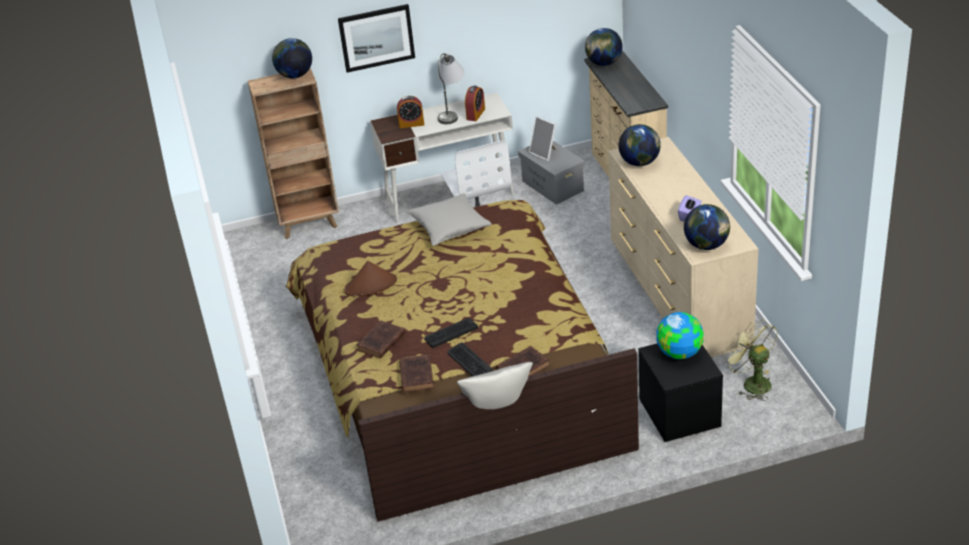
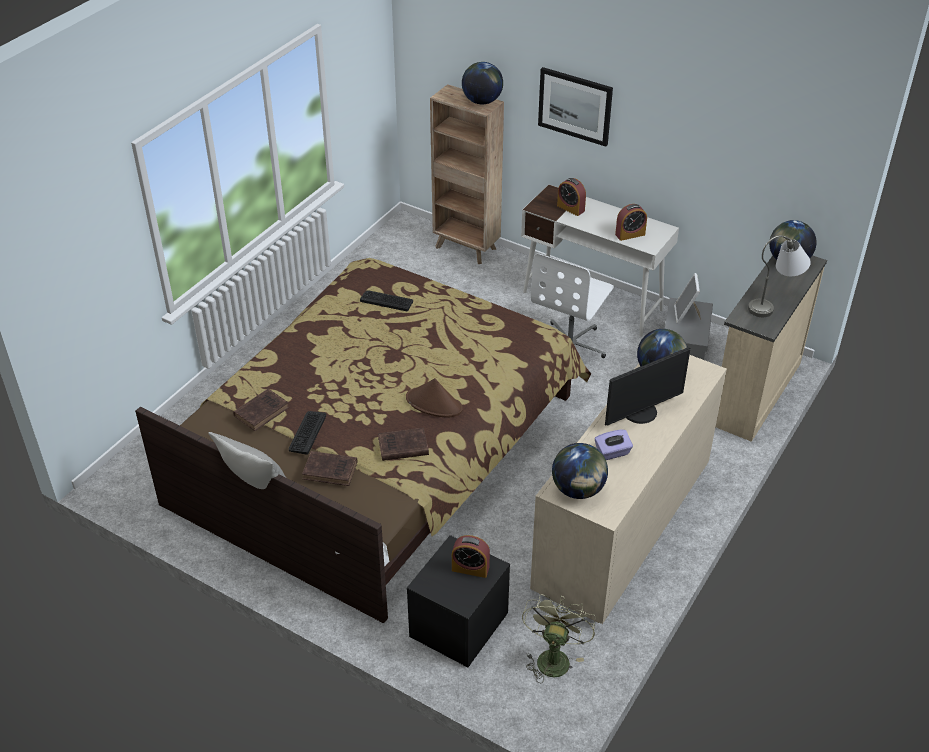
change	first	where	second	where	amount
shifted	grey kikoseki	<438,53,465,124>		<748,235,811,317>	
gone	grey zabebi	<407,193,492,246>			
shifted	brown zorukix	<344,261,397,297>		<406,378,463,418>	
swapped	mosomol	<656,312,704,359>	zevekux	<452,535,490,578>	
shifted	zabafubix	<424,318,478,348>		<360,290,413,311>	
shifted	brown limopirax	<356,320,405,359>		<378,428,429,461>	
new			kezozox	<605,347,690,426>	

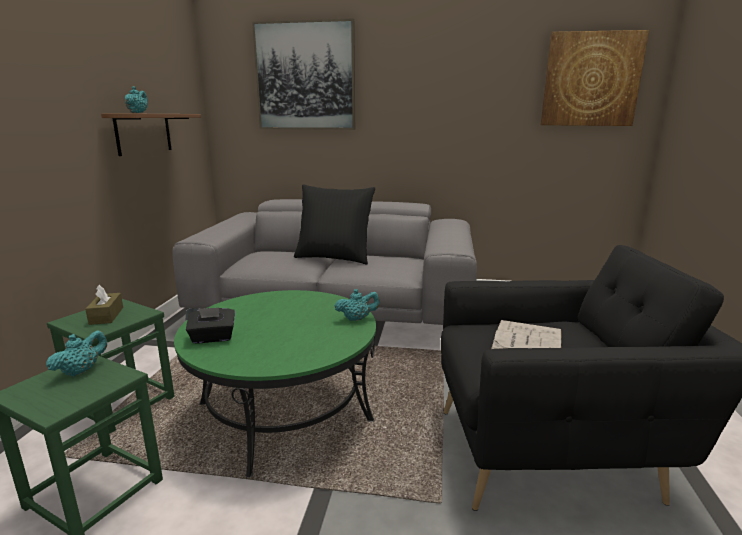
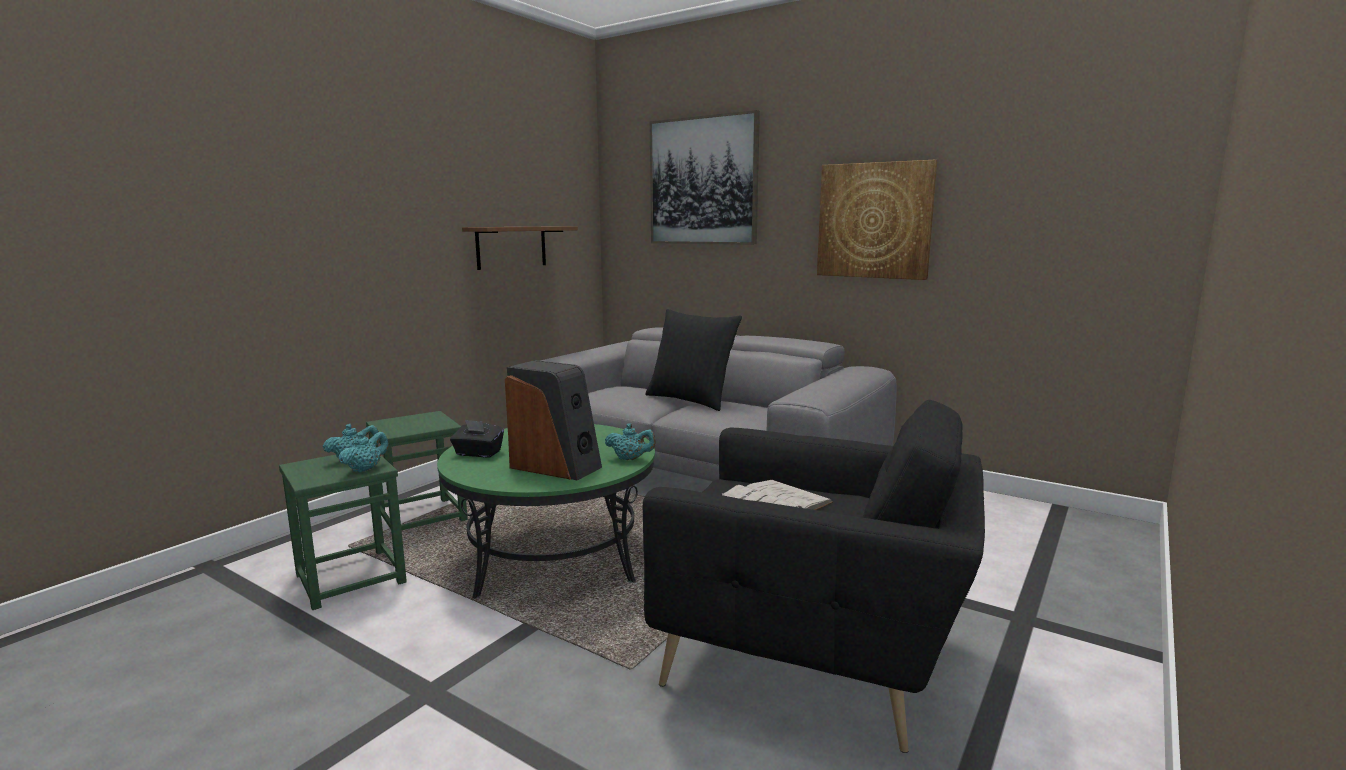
change	first	where	second	where	amount
shifted	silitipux	<541,30,649,126>		<817,160,937,280>	
shifted	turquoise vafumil	<125,86,148,113>		<339,432,389,473>	
gone	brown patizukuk	<85,285,123,325>			
new			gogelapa	<505,360,602,481>	

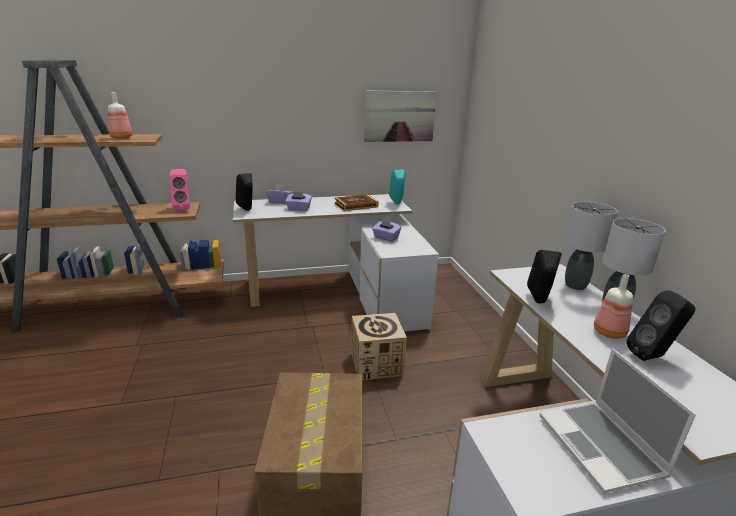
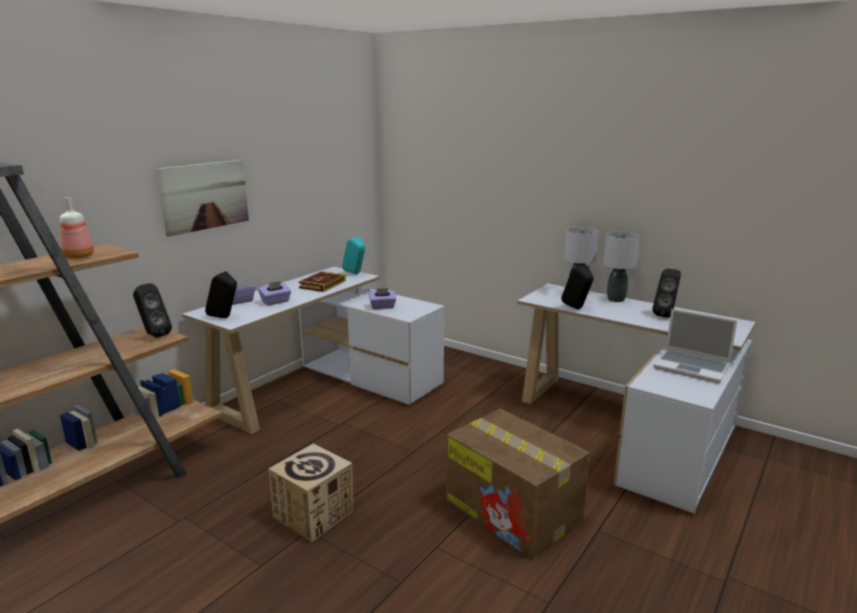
change	first	where	second	where	amount
shifted	silitipux	<364,90,437,142>		<157,160,249,237>	
repainted	pink gogelapa	<170,169,190,211>	black gogelapa	<133,283,172,338>	
gone	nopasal	<594,274,633,339>			
shifted	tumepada	<351,313,407,381>		<268,444,353,542>	

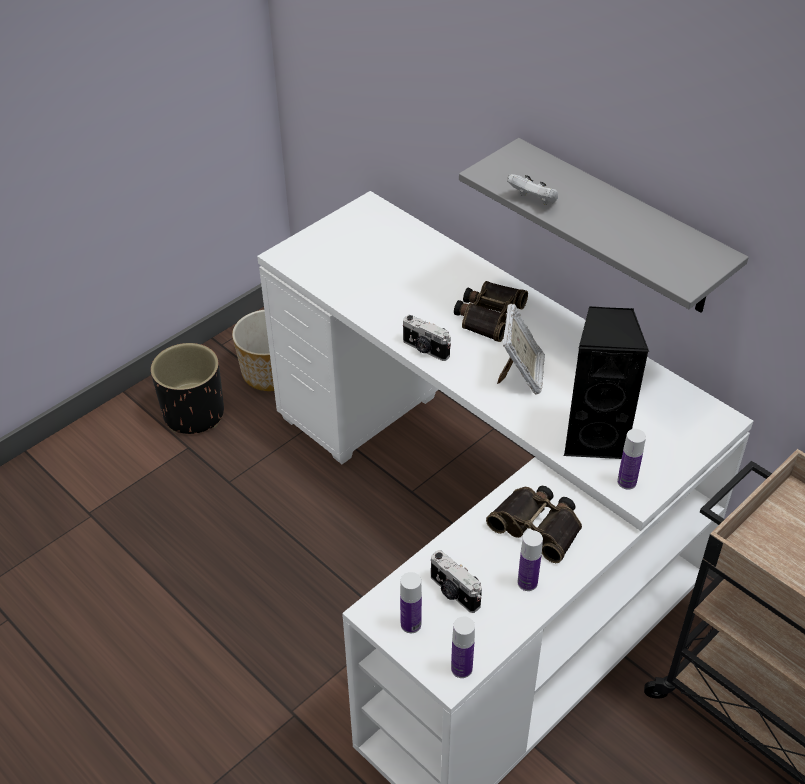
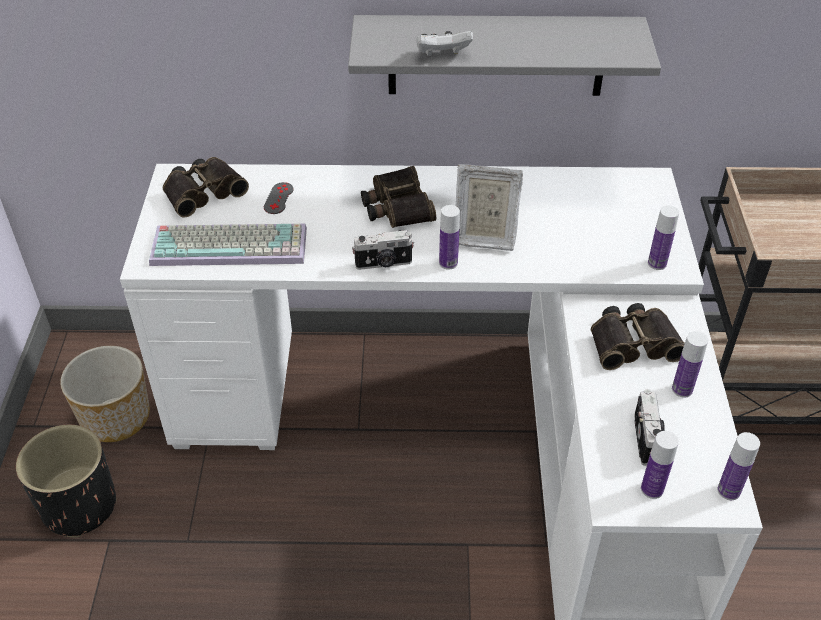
change	first	where	second	where	amount
rotated	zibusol	<497,304,545,395>		<456,164,523,251>	135 degrees clockwise
gone	black gogelapa	<564,306,649,459>			
rotated	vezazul	<431,550,482,613>		<634,389,665,466>	90 degrees counterclockwise
new			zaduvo	<163,157,249,217>	
new			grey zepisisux	<264,182,293,214>	
new			nopasal	<439,205,460,270>	
new			zabafubix	<149,224,307,266>	

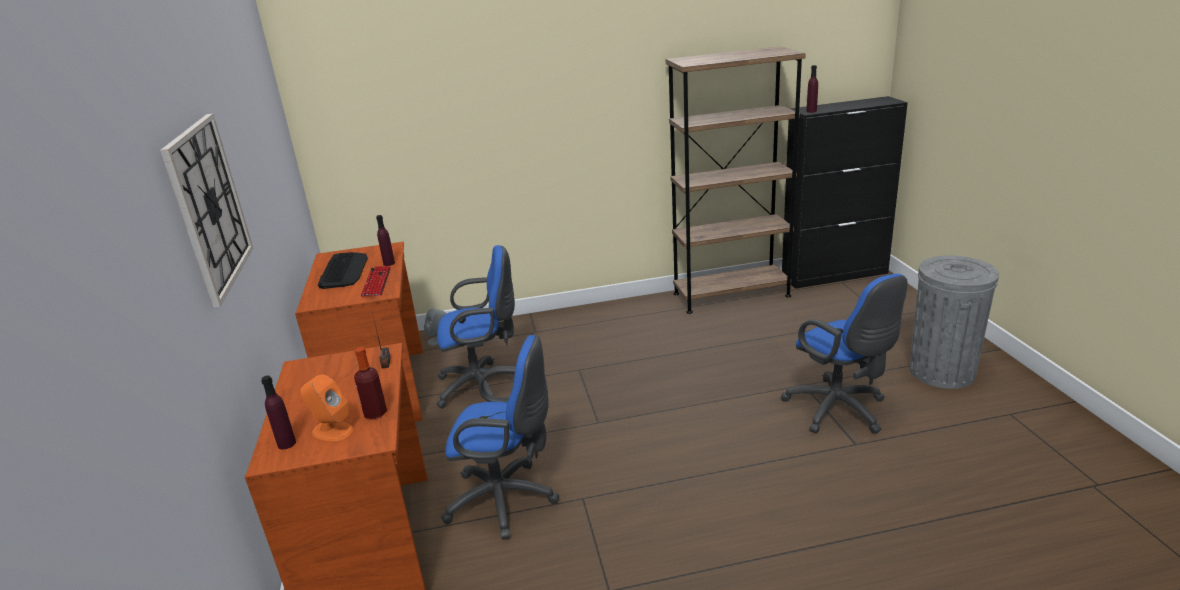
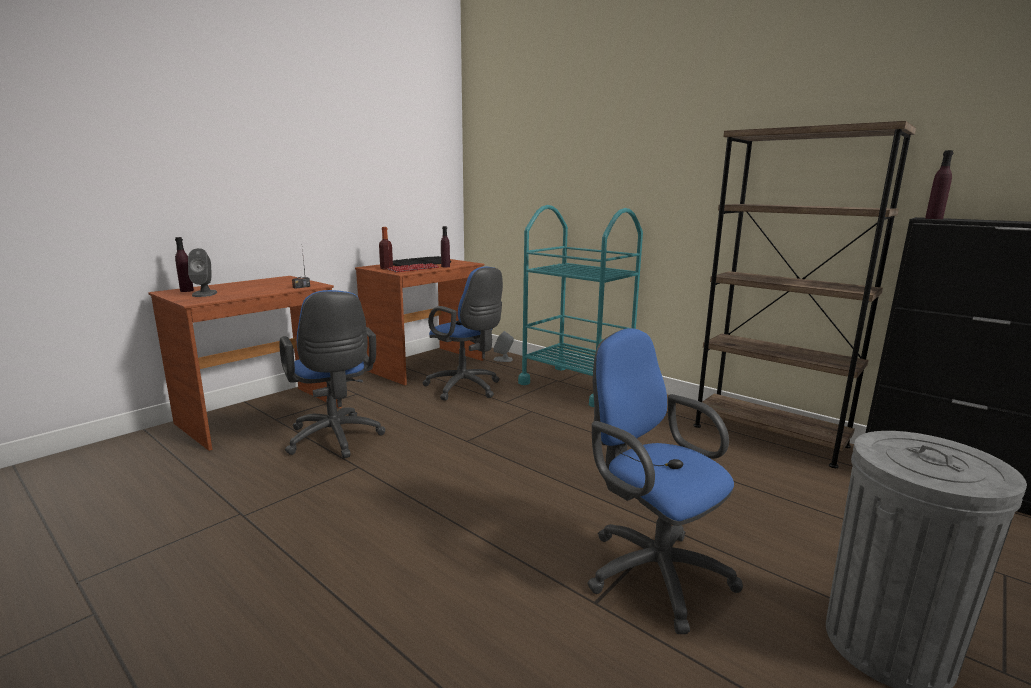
change	first	where	second	where	amount
gone	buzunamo	<160,114,253,307>			
rotated	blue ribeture	<781,274,908,434>		<587,328,743,634>	120 degrees clockwise
shifted	nopasal	<354,347,387,419>		<379,227,393,270>	
repainted	orange gogelapa	<300,375,353,441>	grey gogelapa	<188,248,217,297>	
new			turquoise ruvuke	<518,205,643,407>	

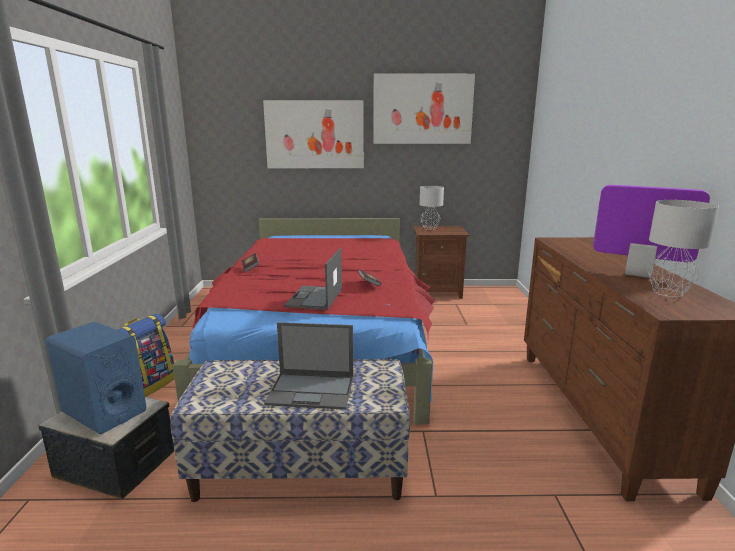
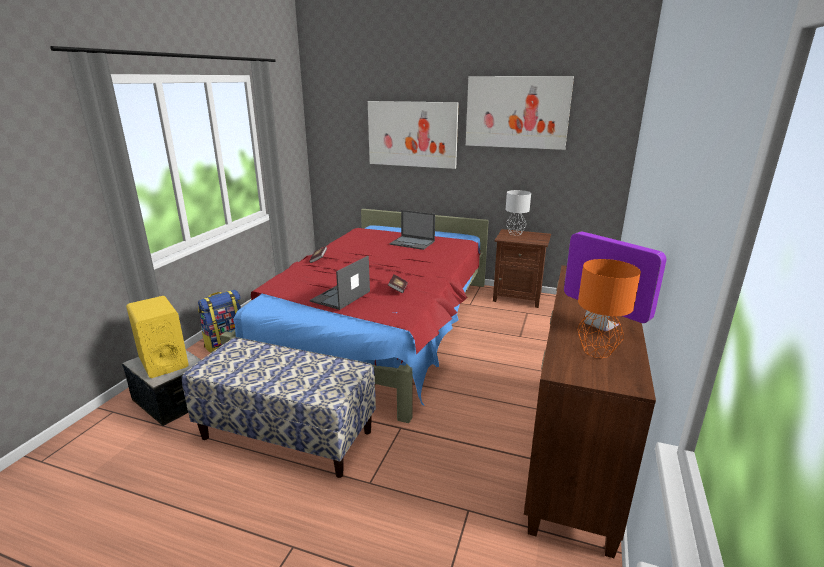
change	first	where	second	where	amount
repainted	grey kikoseki	<647,200,719,297>	orange kikoseki	<577,259,641,358>	
repainted	blue gogelapa	<46,322,146,434>	yellow gogelapa	<126,296,189,378>	
shifted	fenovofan	<264,322,353,410>		<389,210,435,250>	

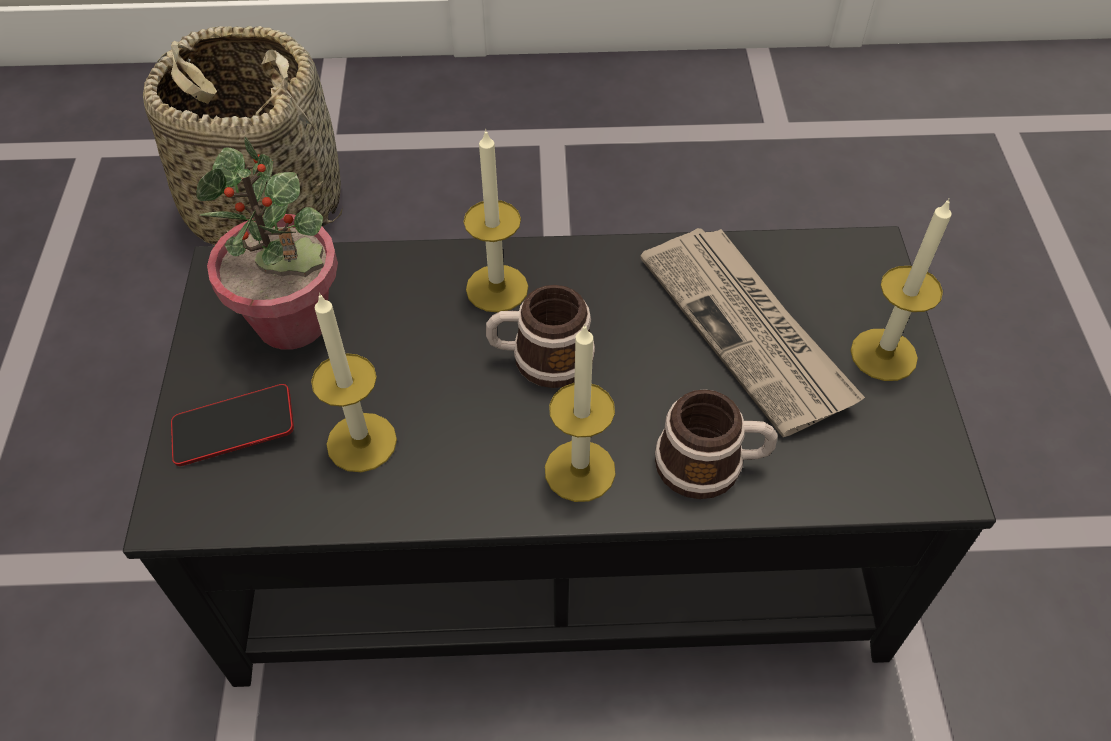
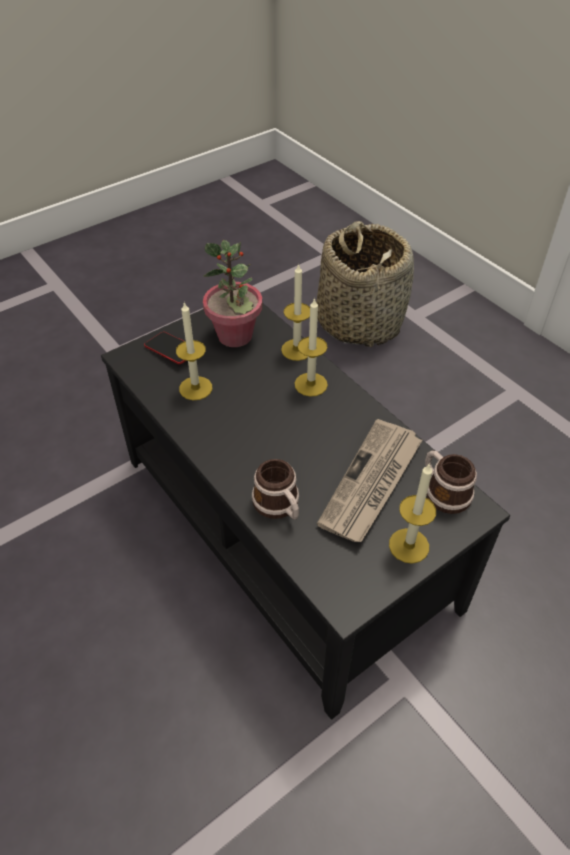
change	first	where	second	where	amount
shifted	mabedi	<486,285,595,388>		<425,450,477,514>	
shifted	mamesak	<545,324,616,502>		<281,263,310,361>	

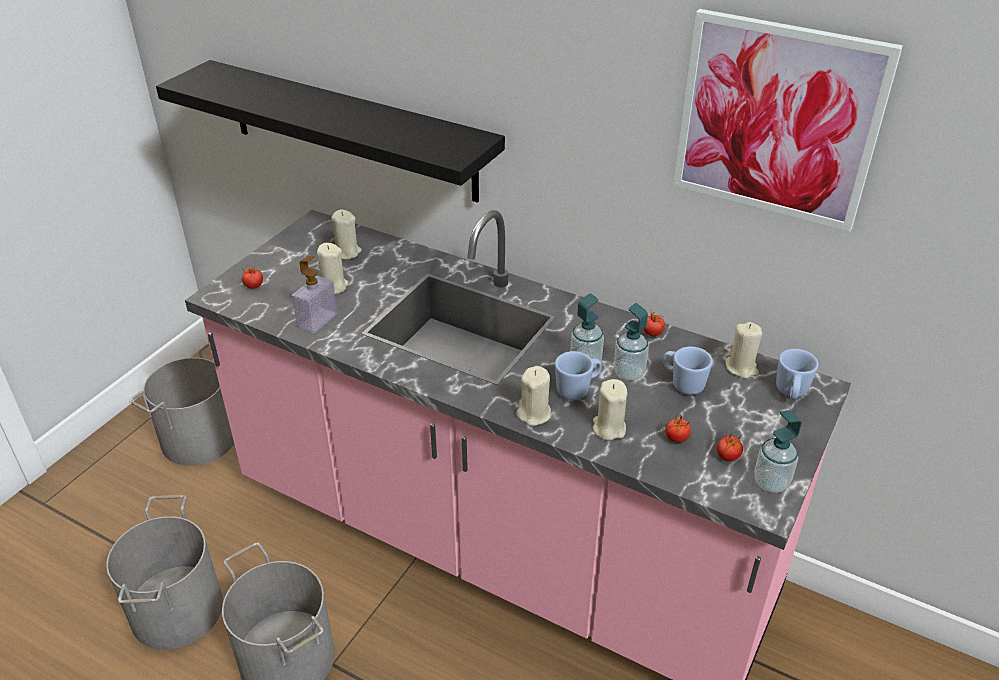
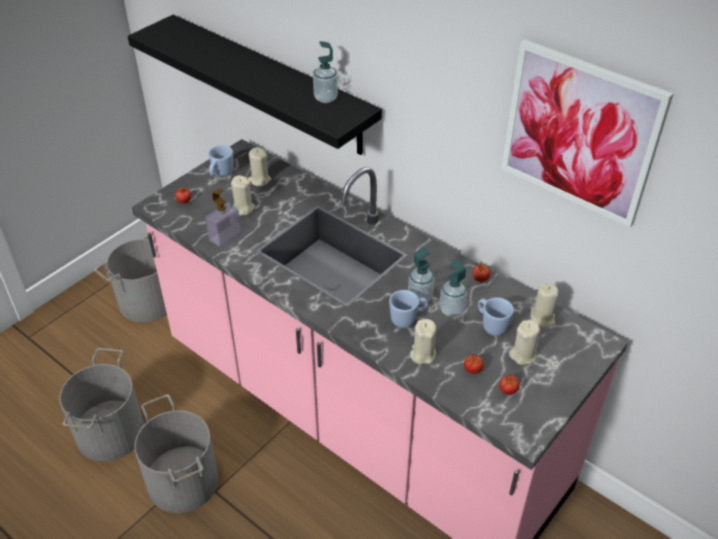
change	first	where	second	where	amount
shifted	blue mabedi	<776,349,818,399>		<208,145,233,176>	
shifted	beige mamesak	<516,366,551,426>		<509,319,540,365>	
shifted	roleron	<754,411,802,493>		<313,41,338,103>	

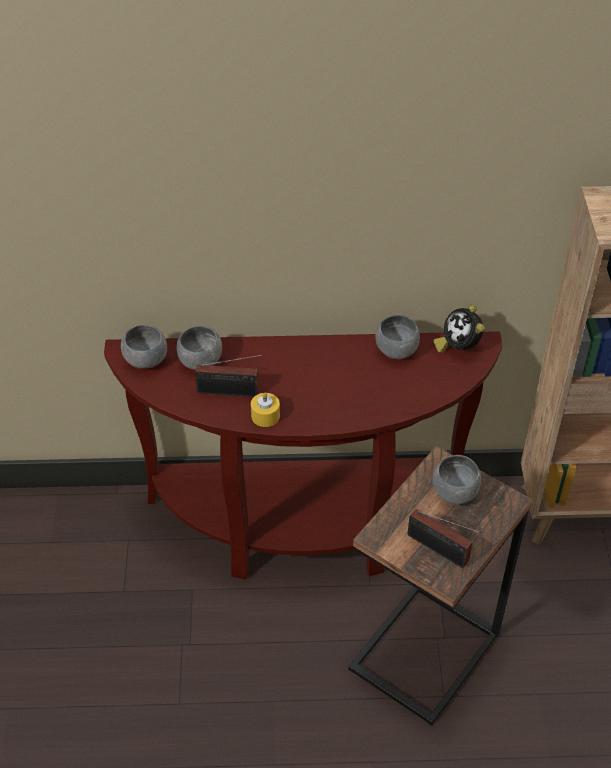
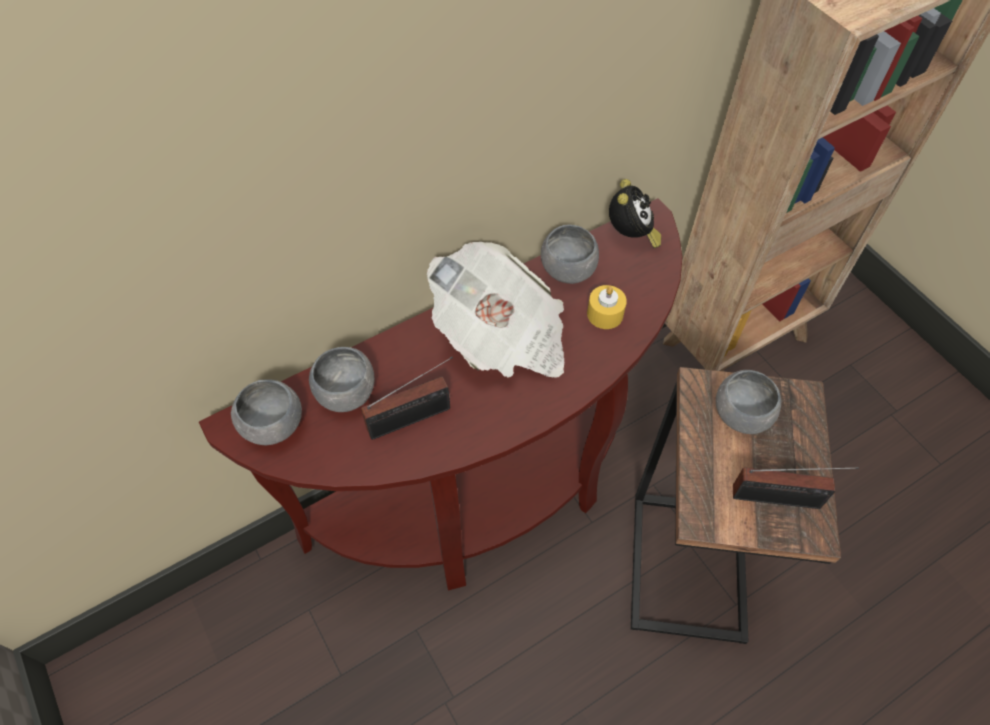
change	first	where	second	where	amount
rotated	zevekux	<433,305,485,353>		<609,179,661,248>	120 degrees counterclockwise
shifted	yellow mamesak	<251,393,280,427>		<587,285,627,329>	
new			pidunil	<427,242,564,378>	

